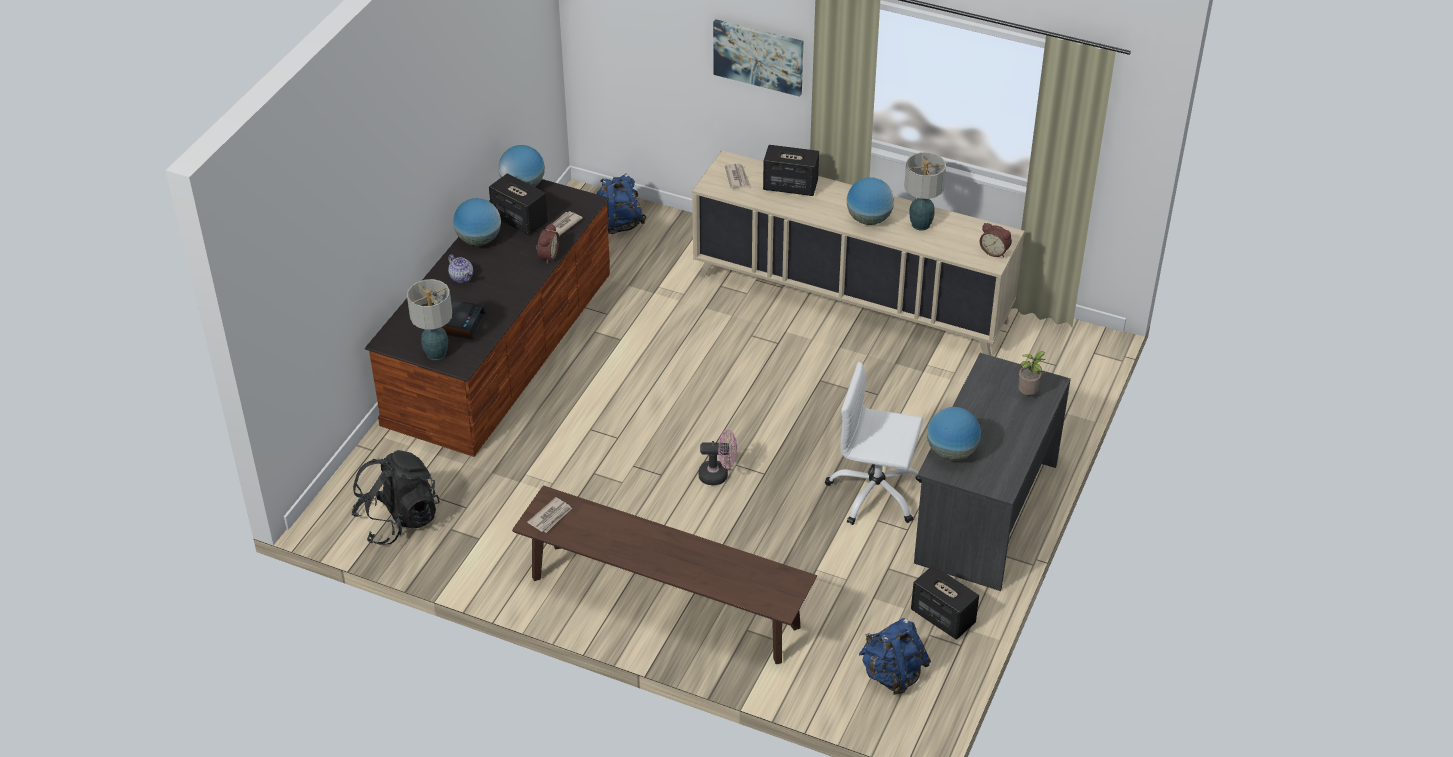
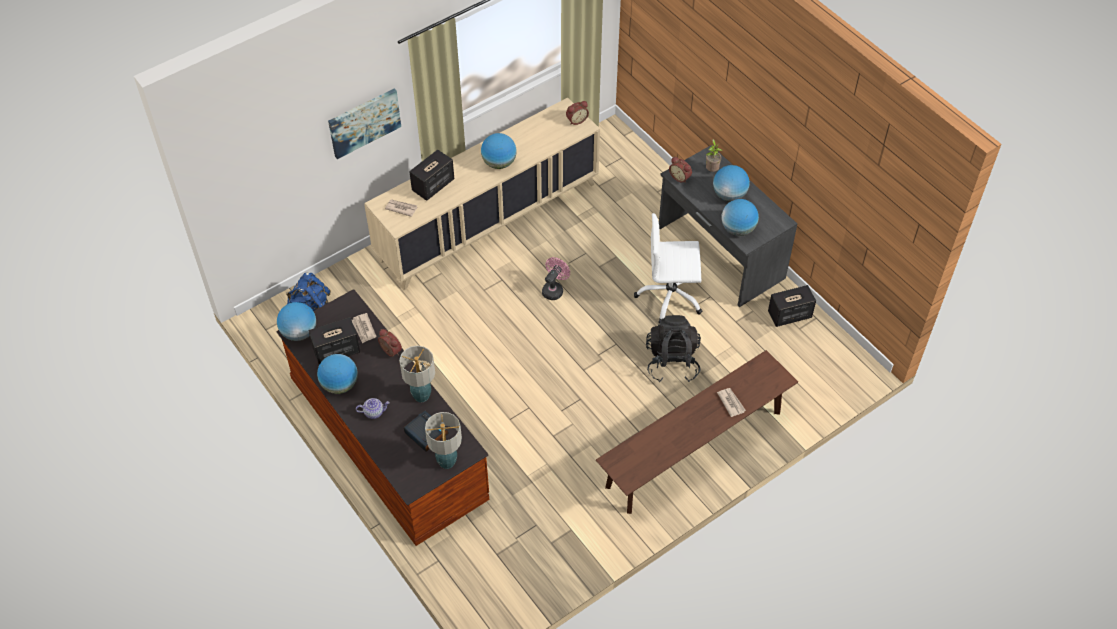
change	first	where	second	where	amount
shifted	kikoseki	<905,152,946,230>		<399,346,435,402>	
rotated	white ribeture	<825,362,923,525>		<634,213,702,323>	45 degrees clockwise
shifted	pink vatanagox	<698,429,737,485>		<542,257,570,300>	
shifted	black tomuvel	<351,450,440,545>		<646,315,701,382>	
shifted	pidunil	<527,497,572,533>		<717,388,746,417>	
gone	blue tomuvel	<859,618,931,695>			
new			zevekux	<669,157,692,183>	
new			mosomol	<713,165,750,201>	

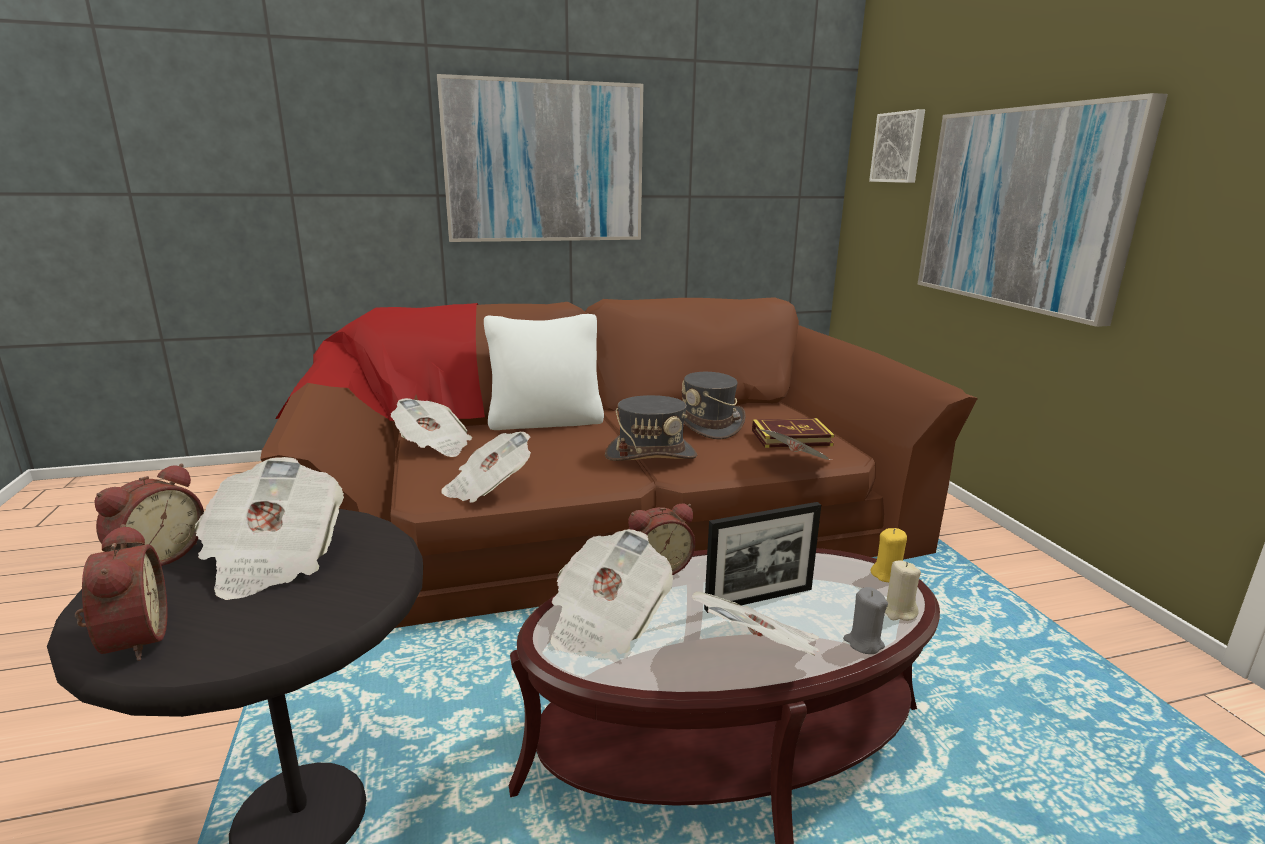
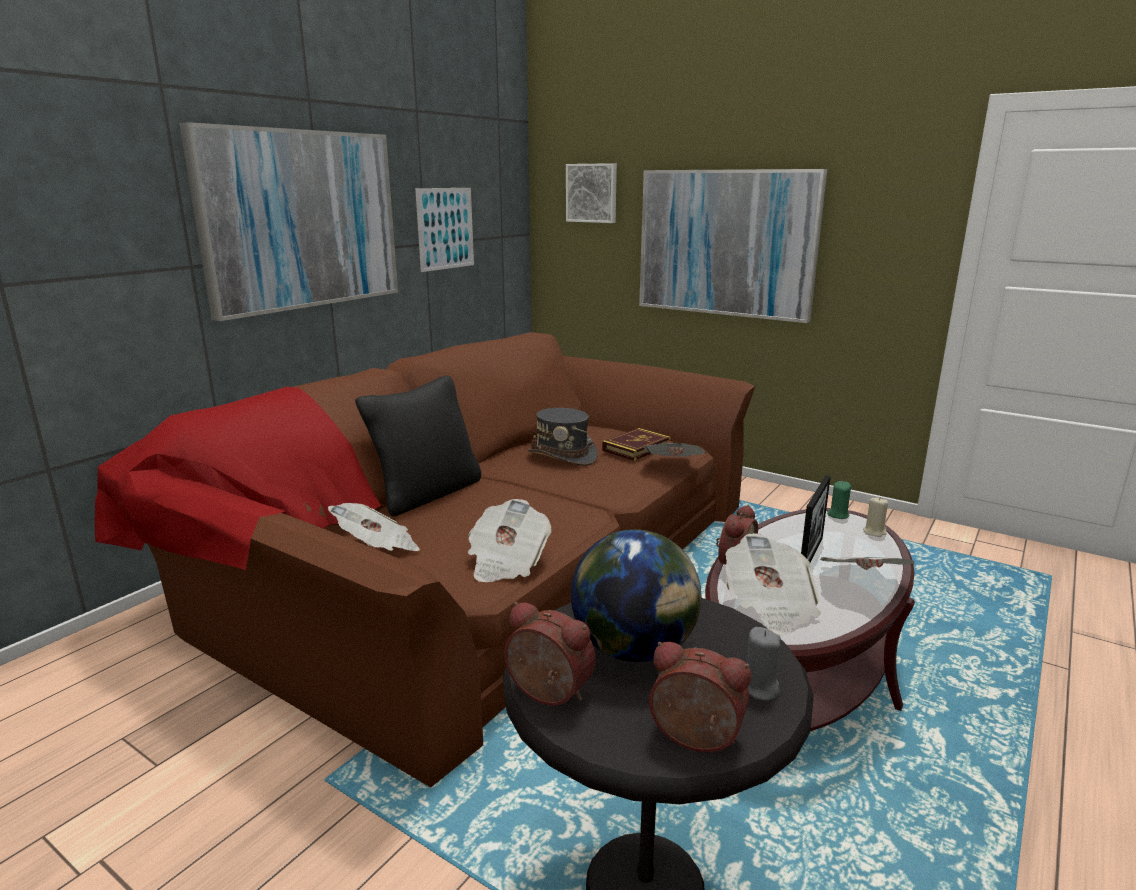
change	first	where	second	where	amount
repainted	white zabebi	<484,314,604,430>	black zabebi	<355,375,481,516>	
gone	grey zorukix	<605,395,697,461>			
swapped	pidunil	<195,457,344,600>	mosomol	<571,529,701,662>	
rotated	zevekux	<95,464,204,566>		<504,602,596,706>	45 degrees counterclockwise
repainted	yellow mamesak	<870,528,907,582>	green mamesak	<827,481,851,519>	
shifted	grey mamesak	<843,587,888,654>		<746,627,781,700>	
new			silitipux	<415,188,474,272>	

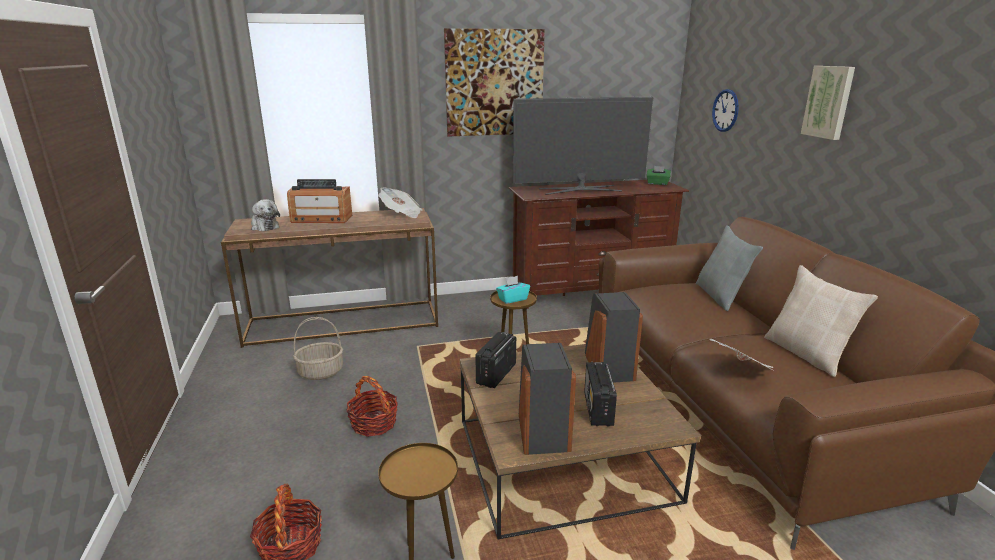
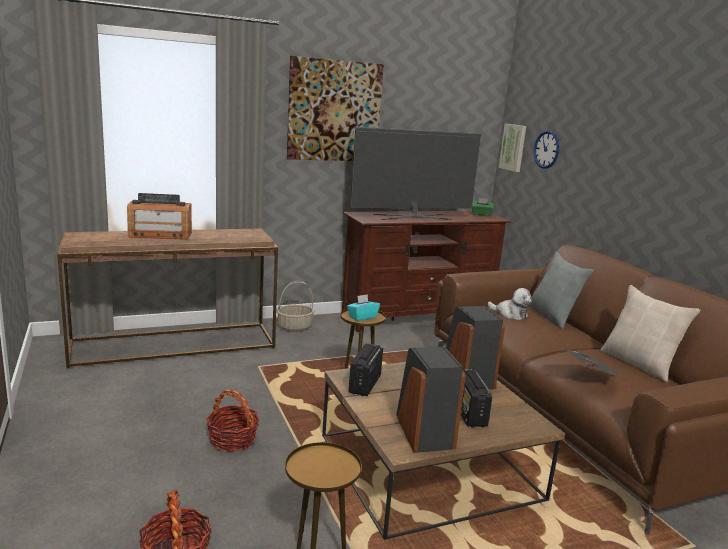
change	first	where	second	where	amount
shifted	silitipux	<801,66,855,140>		<499,124,526,172>	
gone	pidunil	<378,187,423,218>			
shifted	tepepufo	<251,199,280,231>		<488,288,532,320>	
shifted	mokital	<293,317,343,380>		<277,281,314,332>	

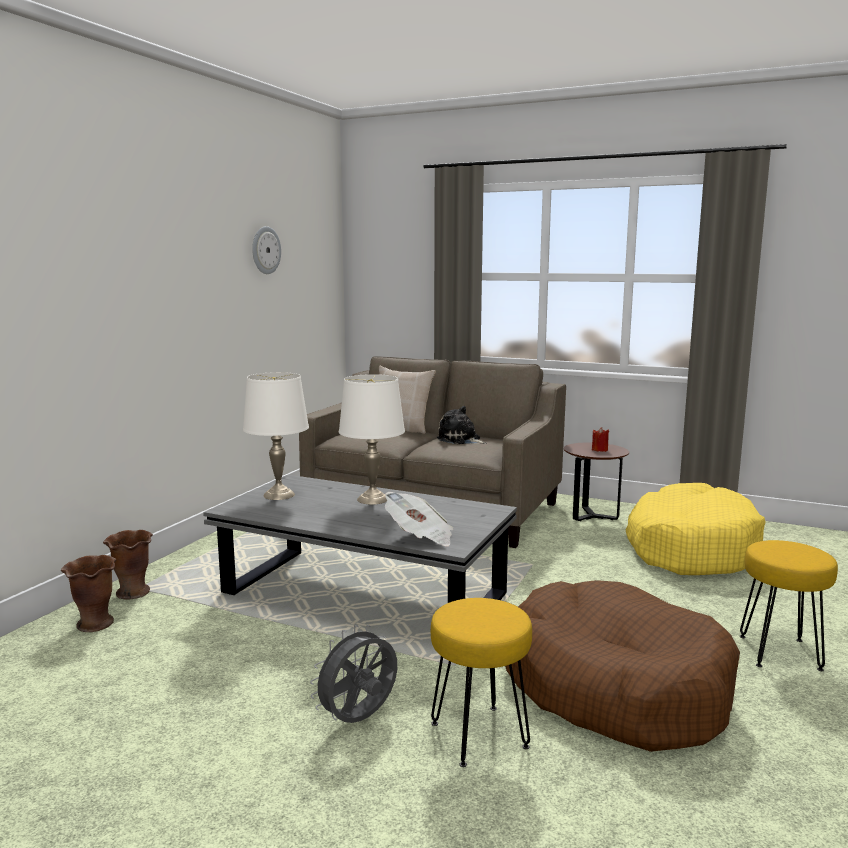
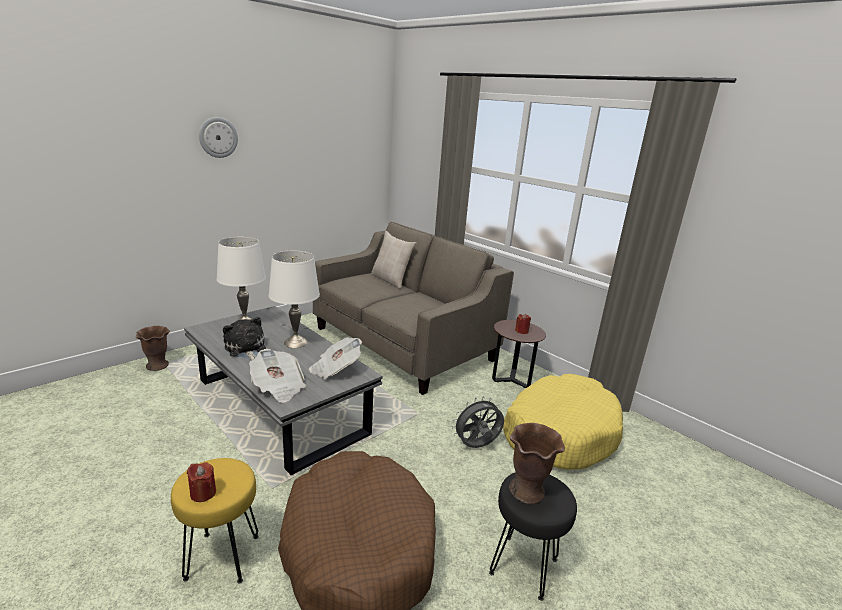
change	first	where	second	where	amount
shifted	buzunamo	<252,226,281,274>		<199,117,238,158>	
shifted	tepepufo	<437,406,487,444>		<223,317,266,360>	
repainted	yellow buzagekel	<740,540,838,671>	black buzagekel	<489,472,577,601>	
shifted	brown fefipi	<61,555,117,632>		<509,423,565,504>	
shifted	grey vatanagox	<310,625,397,723>		<452,396,504,448>	
new			pidunil	<309,337,362,379>	
new			red mamesak	<187,462,216,502>	

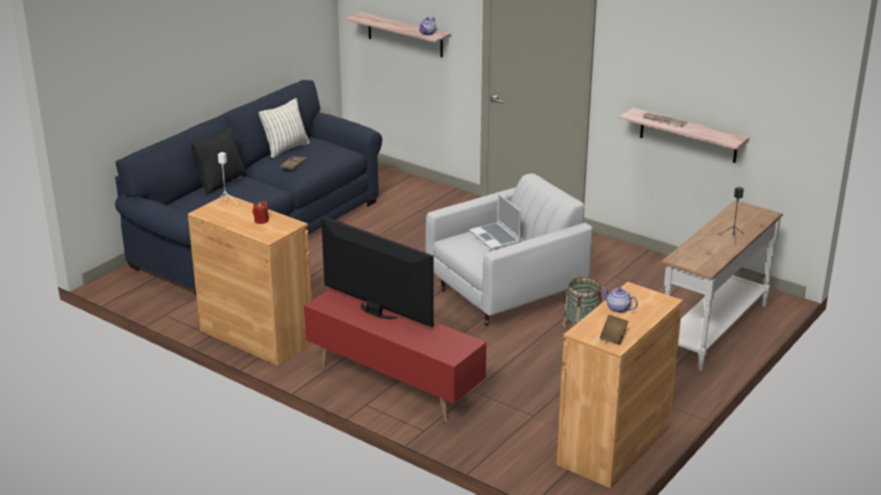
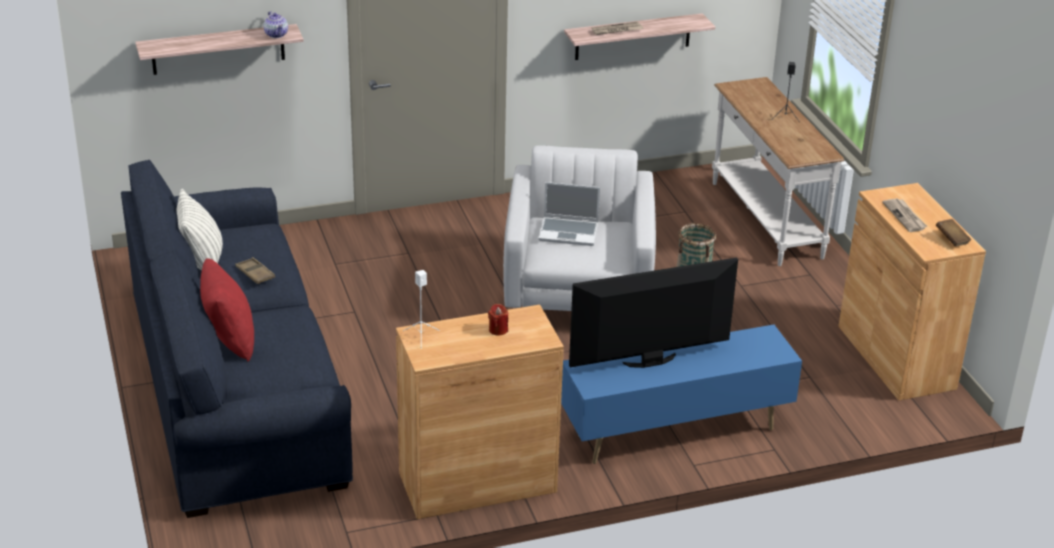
change	first	where	second	where	amount
repainted	black zabebi	<190,126,248,195>	red zabebi	<200,258,254,362>	
swapped	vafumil	<602,287,638,313>	pidunil	<882,198,927,232>	
repainted	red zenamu	<304,288,486,422>	blue zenamu	<561,325,802,464>	

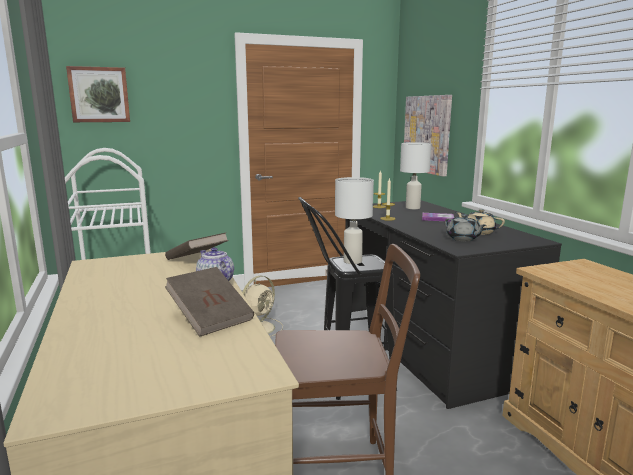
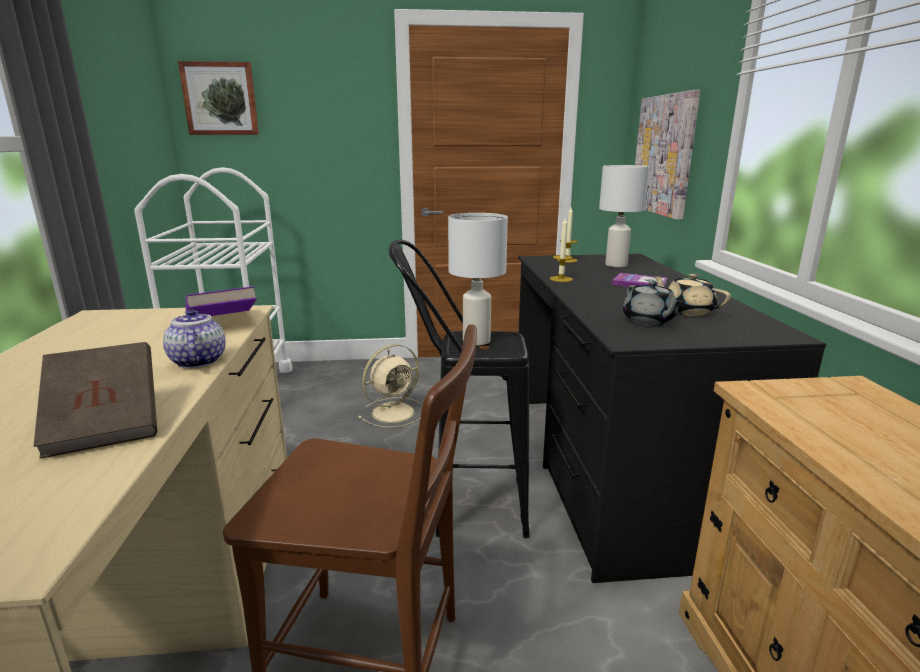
change	first	where	second	where	amount
repainted	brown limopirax	<165,232,229,260>	purple limopirax	<185,286,257,316>	

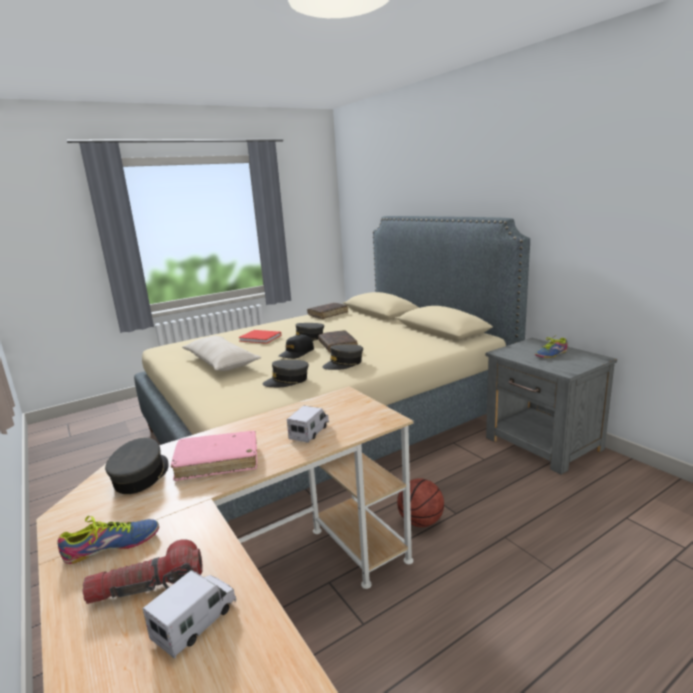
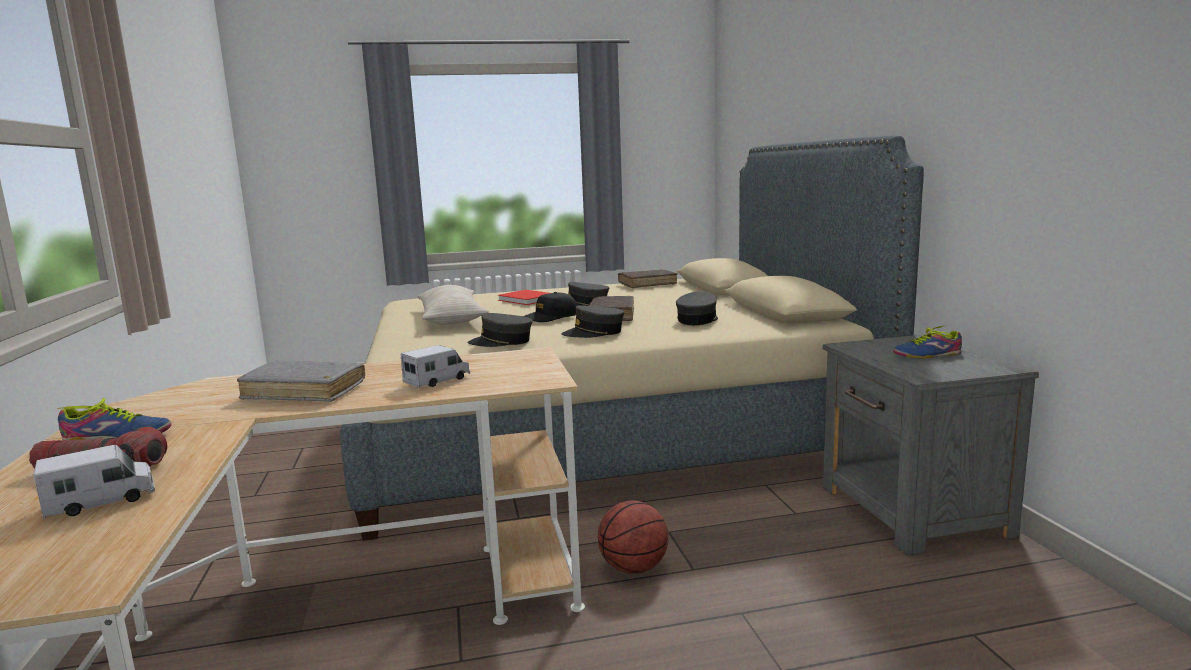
change	first	where	second	where	amount
repainted	pink limopirax	<171,431,257,481>	grey limopirax	<237,360,365,402>	
shifted	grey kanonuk	<105,438,169,494>		<676,291,718,325>	

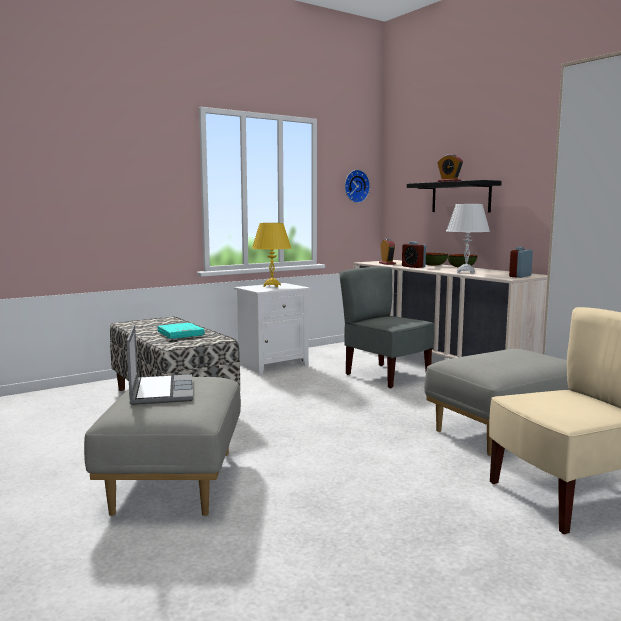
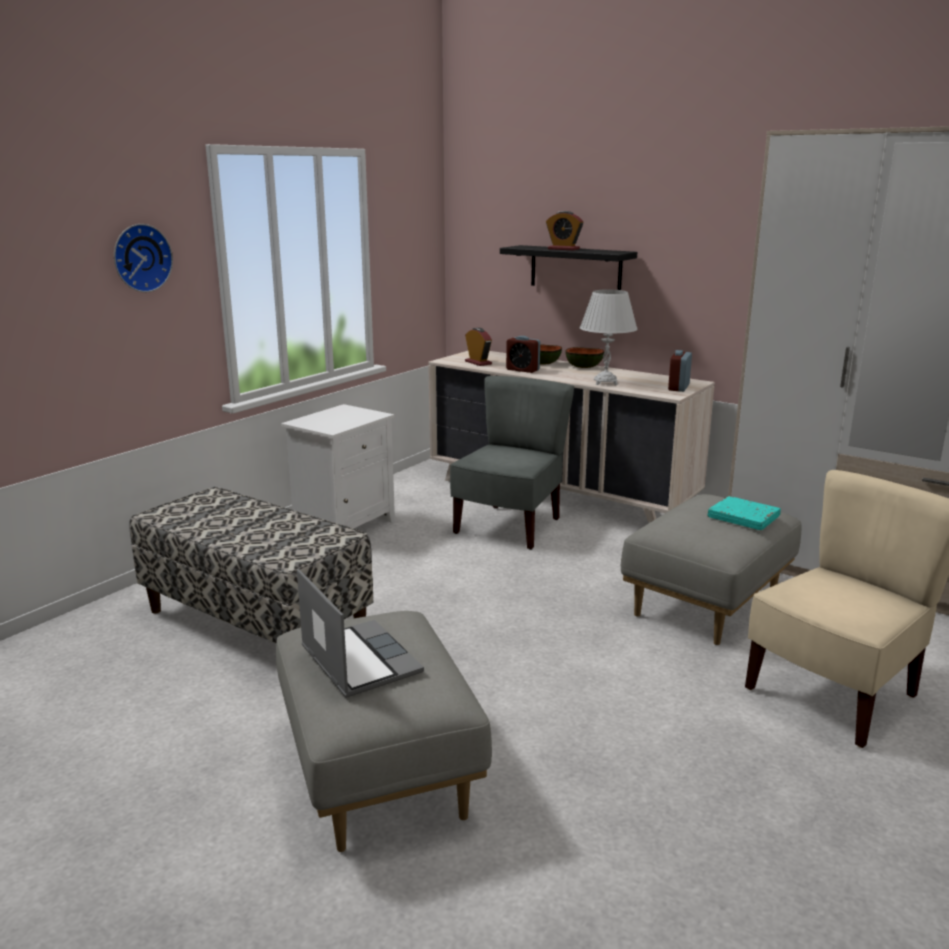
change	first	where	second	where	amount
shifted	buzunamo	<345,170,370,203>		<114,224,173,292>	
gone	yellow kikoseki	<252,223,291,287>			
rotated	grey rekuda	<340,267,435,388>		<450,376,574,550>	90 degrees clockwise
shifted	turquoise limopirax	<158,323,205,339>		<708,496,781,530>	

